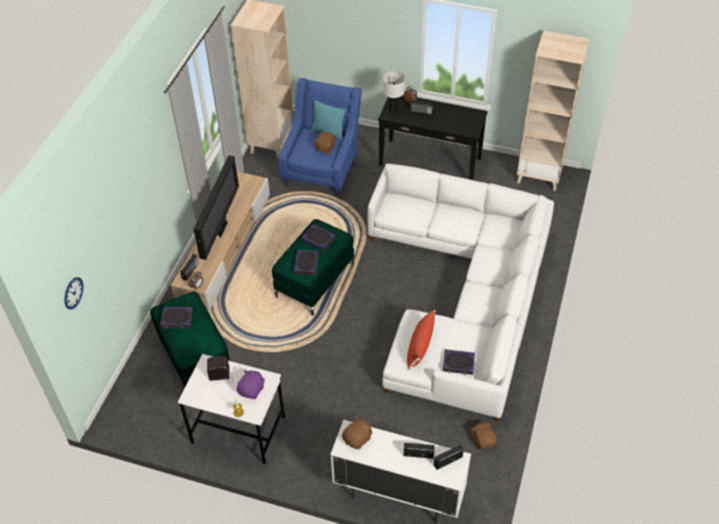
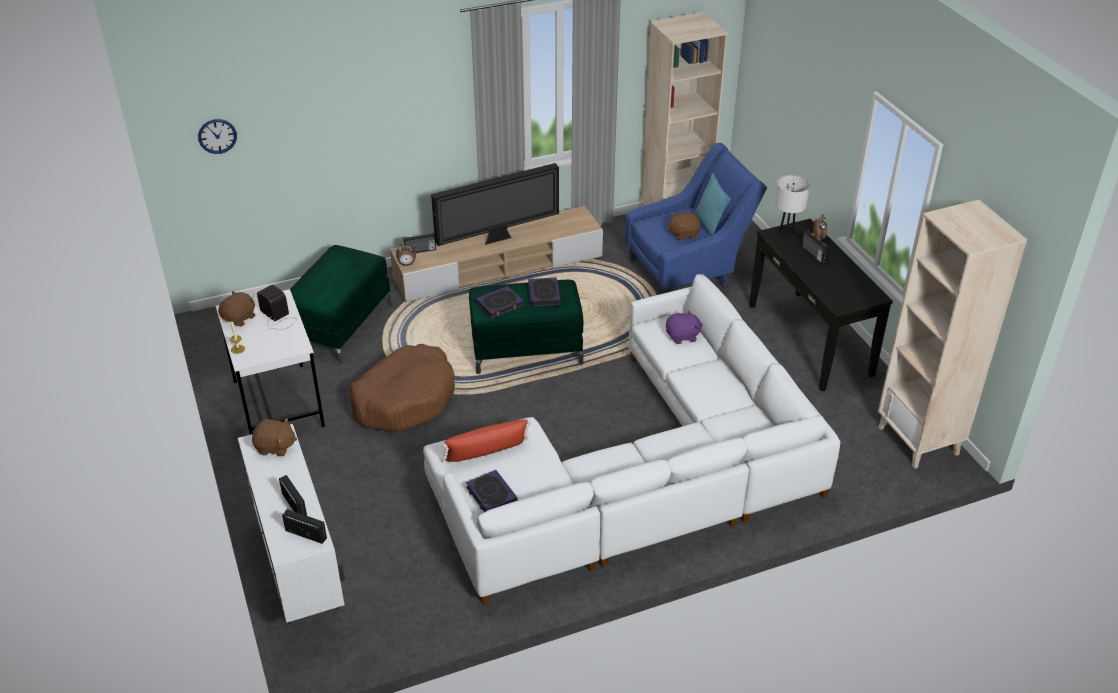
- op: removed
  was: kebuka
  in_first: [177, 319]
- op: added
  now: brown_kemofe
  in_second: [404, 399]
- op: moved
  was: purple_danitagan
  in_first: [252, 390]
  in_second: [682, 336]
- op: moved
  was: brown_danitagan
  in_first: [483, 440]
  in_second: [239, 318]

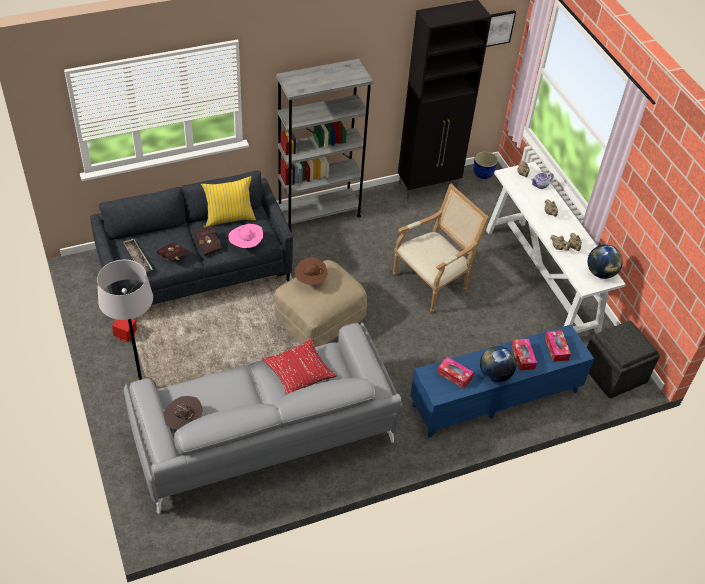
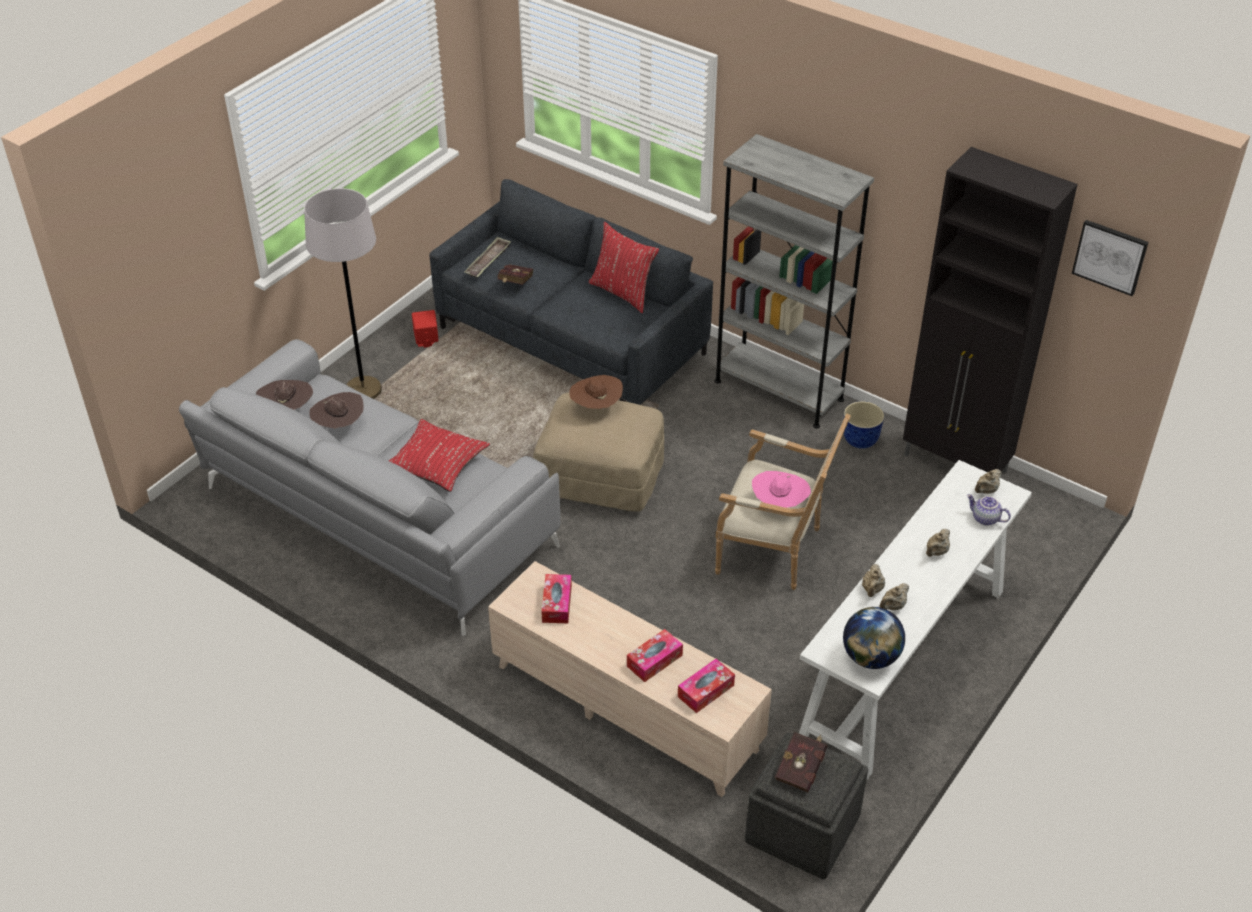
- op: removed
  was: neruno
  in_first: [495, 375]
- op: added
  now: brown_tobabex
  in_second: [339, 426]
- op: moved
  was: red_kebuka
  in_first: [208, 244]
  in_second: [801, 769]
- op: moved
  was: pink_tobabex
  in_first: [246, 245]
  in_second: [779, 504]
- op: moved
  was: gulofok
  in_first: [483, 174]
  in_second: [860, 441]
- op: recoloured
  was: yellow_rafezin
  now: red_rafezin
  in_first: [229, 218]
  in_second: [623, 292]
- op: recoloured
  was: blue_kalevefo
  now: beige_kalevefo
  in_first: [495, 398]
  in_second: [626, 708]

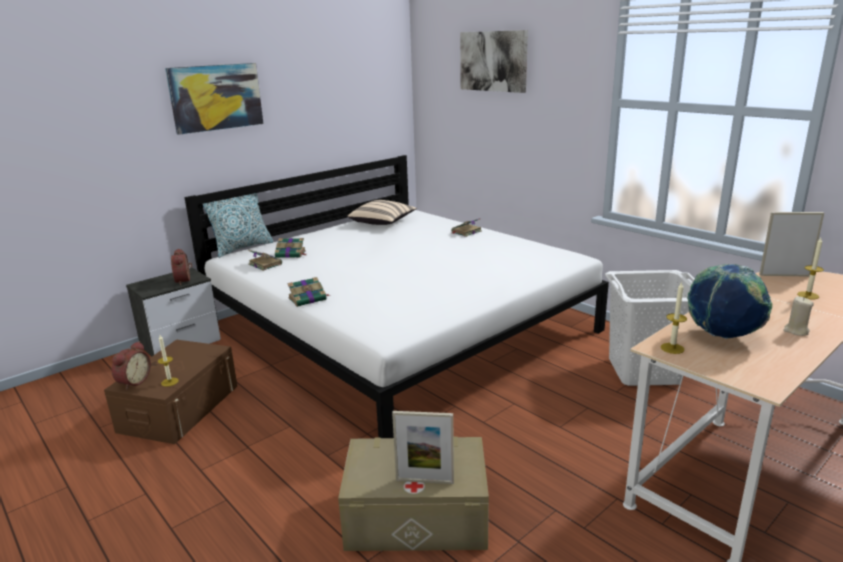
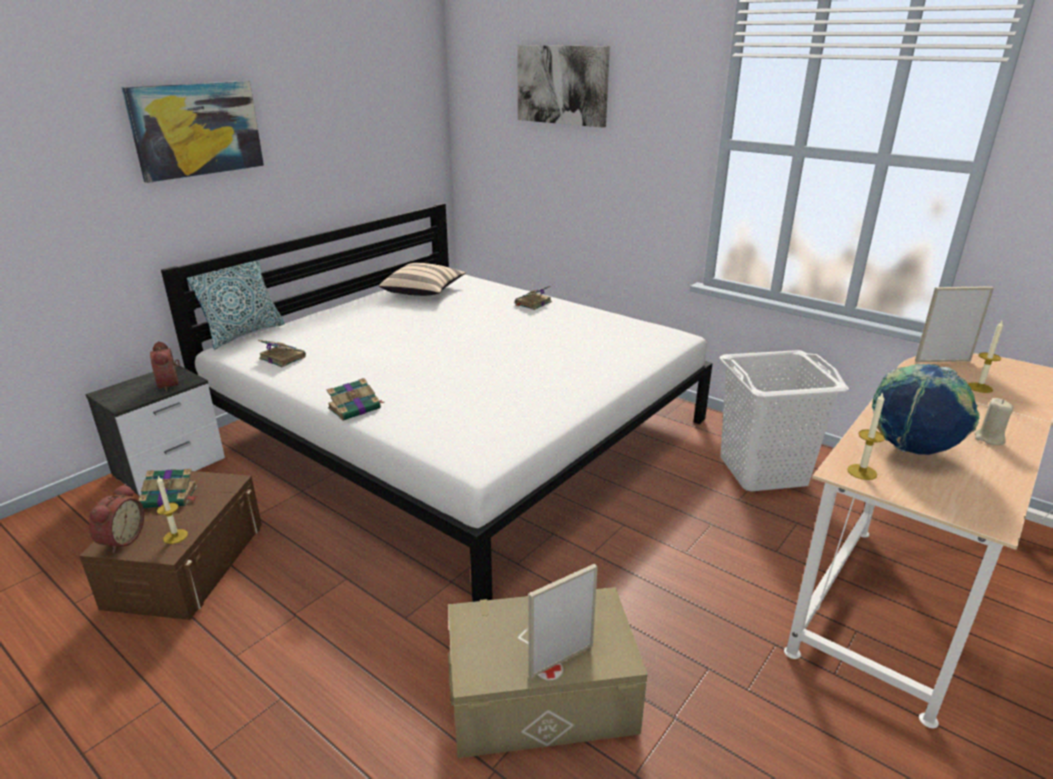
- op: moved
  was: kebuka
  in_first: [291, 254]
  in_second: [171, 497]
- op: turned
  was: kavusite
  in_first: [425, 481]
  in_second: [561, 660]
  clockwise: 150

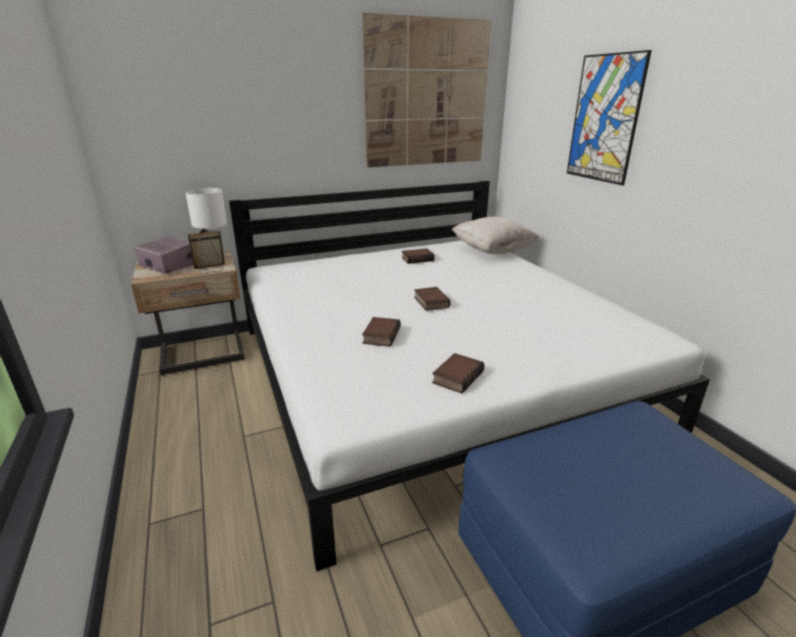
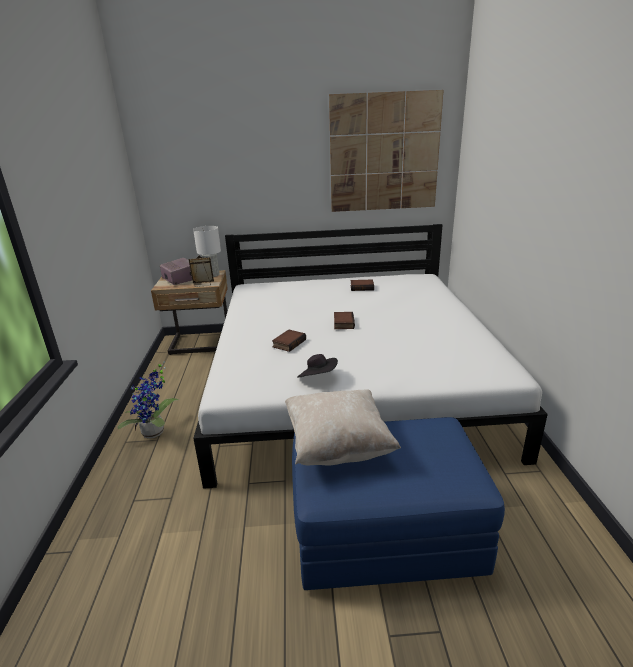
- op: removed
  was: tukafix
  in_first: [604, 119]
- op: added
  now: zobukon
  in_second: [155, 433]
- op: moved
  was: beige_rafezin
  in_first: [492, 251]
  in_second: [338, 446]
- op: replaced
  was: kebuka
  now: black_tobabex
  in_first: [457, 376]
  in_second: [318, 378]

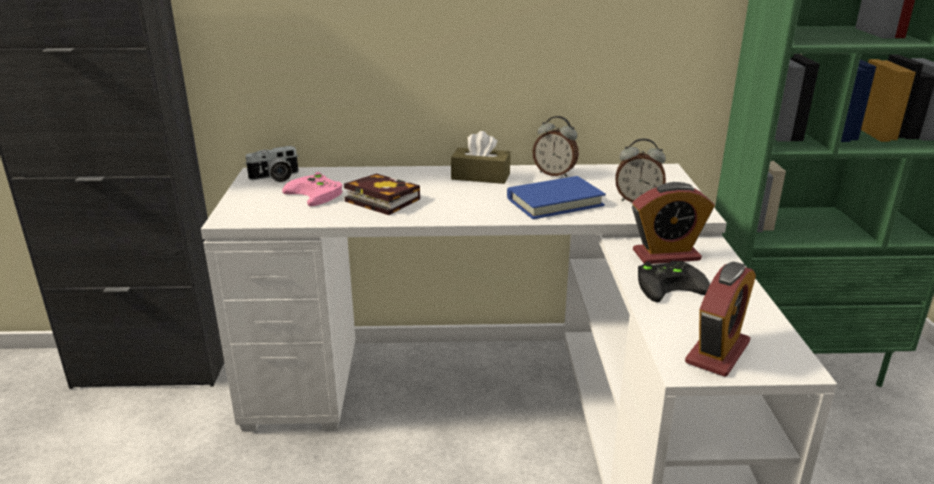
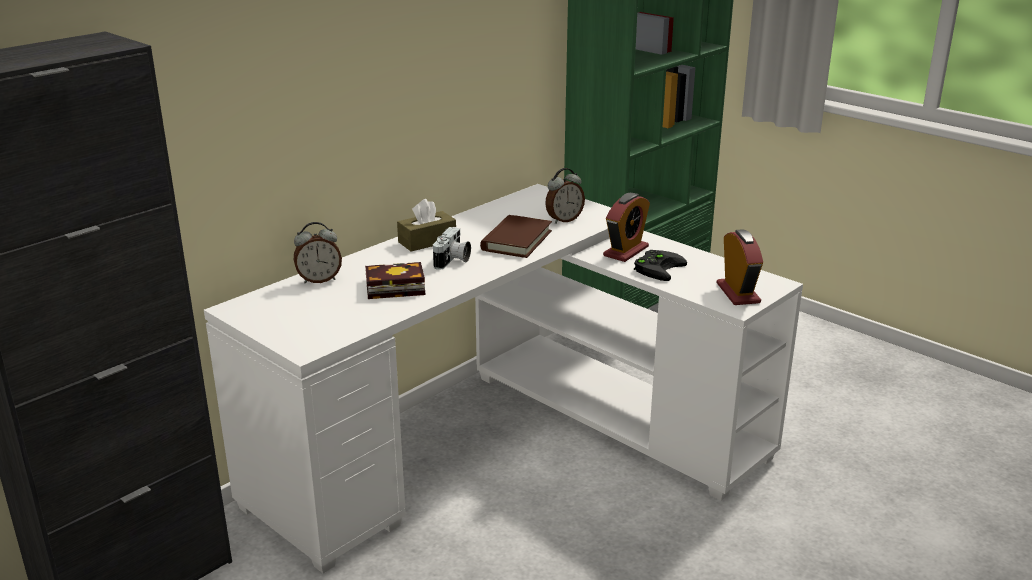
- op: removed
  was: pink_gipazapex
  in_first: [317, 194]
- op: moved
  was: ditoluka
  in_first: [275, 178]
  in_second: [453, 261]
- op: moved
  was: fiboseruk
  in_first: [554, 173]
  in_second: [319, 280]
- op: recoloured
  was: blue_kebuka
  now: brown_kebuka
  in_first: [555, 202]
  in_second: [516, 240]

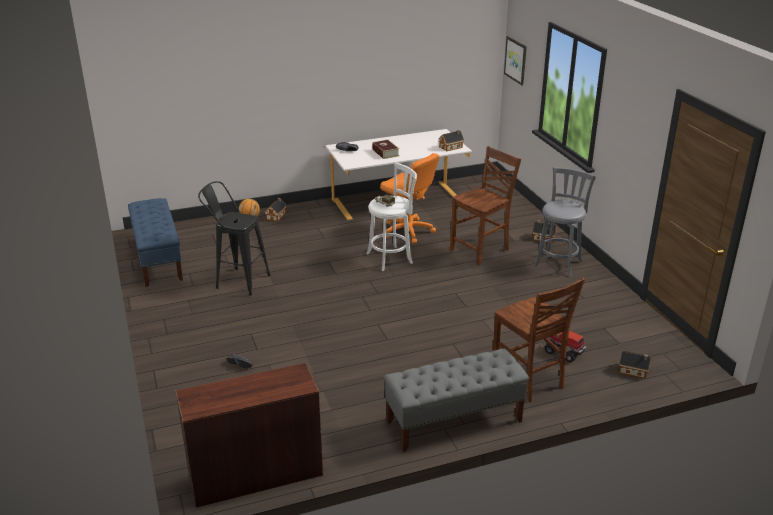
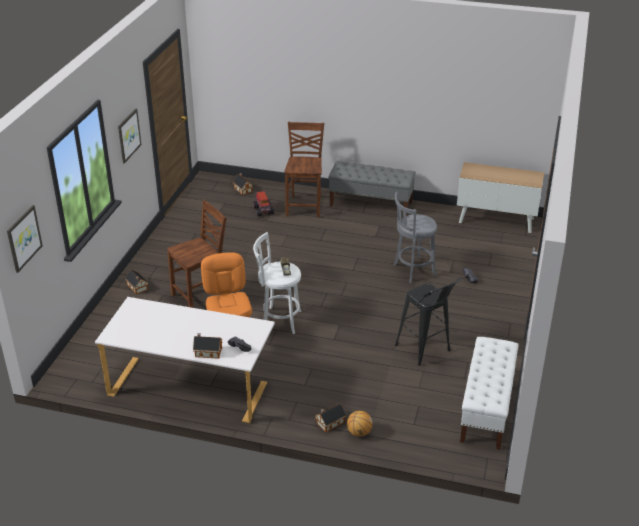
- op: removed
  was: kebuka
  in_first: [385, 153]
- op: added
  now: tukafix
  in_second: [128, 135]
- op: moved
  was: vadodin
  in_first: [451, 147]
  in_second: [207, 352]
- op: moved
  was: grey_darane
  in_first: [559, 262]
  in_second: [412, 270]
- op: replaced
  was: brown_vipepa
  now: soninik
  in_first: [255, 474]
  in_second: [496, 220]
- op: recoloured
  was: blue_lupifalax
  now: white_lupifalax
  in_first: [158, 260]
  in_second: [486, 409]
- op: turned
  was: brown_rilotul
  in_first: [481, 250]
  in_second: [201, 297]
  clockwise: 150

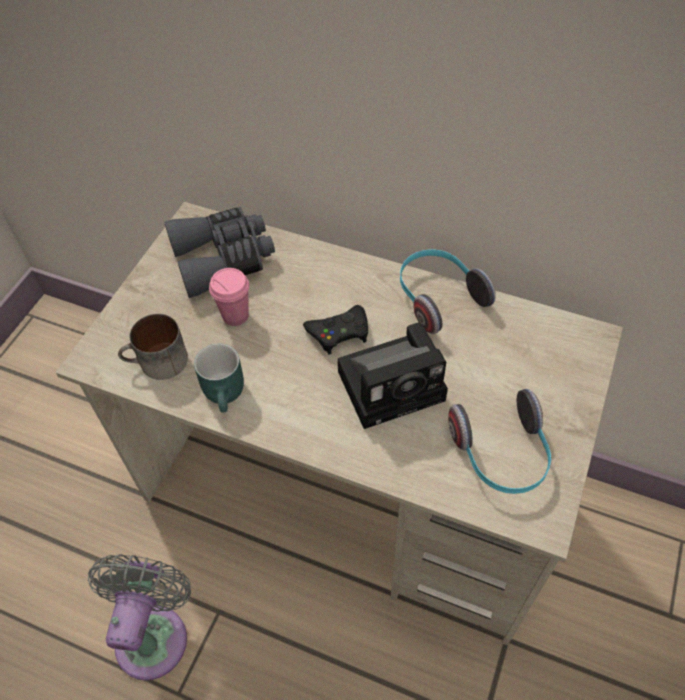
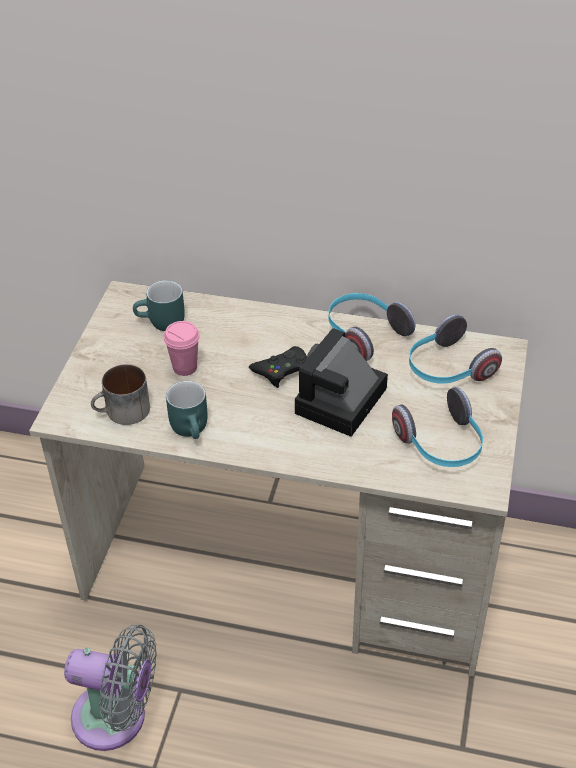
- op: added
  now: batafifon
  in_second: [447, 369]
- op: replaced
  was: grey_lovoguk
  now: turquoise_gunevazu
  in_first: [223, 259]
  in_second: [162, 323]
- op: turned
  was: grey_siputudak
  in_first: [154, 633]
  in_second: [116, 718]
  clockwise: 105
- op: turned
  was: ditoluka
  in_first: [394, 383]
  in_second: [340, 404]
  clockwise: 150

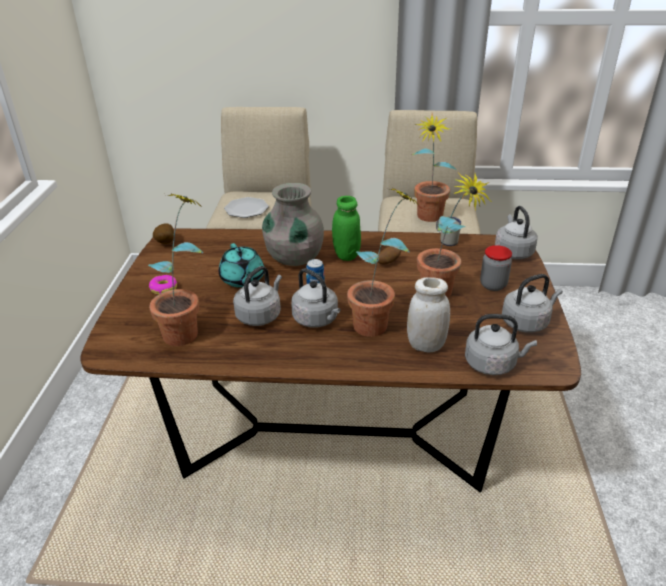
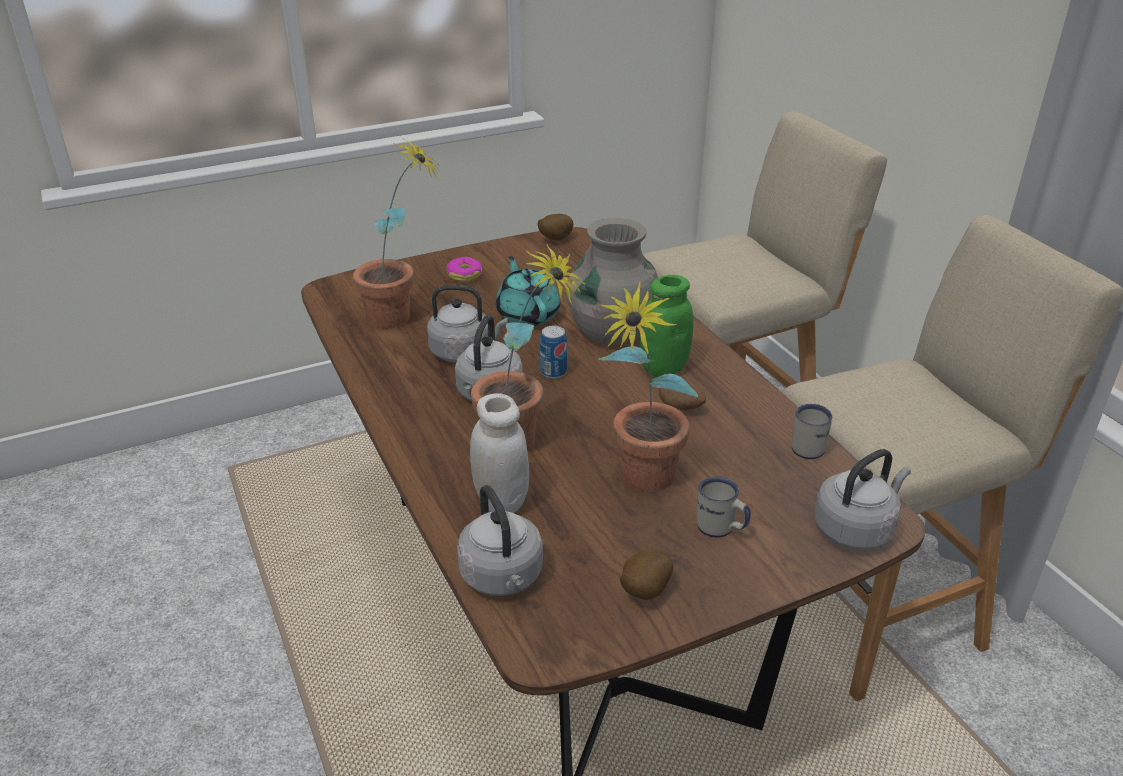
- op: removed
  was: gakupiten
  in_first: [246, 209]
- op: removed
  was: zobukon
  in_first: [427, 219]
- op: replaced
  was: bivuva
  now: white_gunevazu
  in_first: [493, 285]
  in_second: [720, 529]
- op: replaced
  was: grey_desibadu
  now: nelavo
  in_first: [526, 322]
  in_second: [643, 592]
- op: turned
  was: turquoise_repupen
  in_first: [242, 279]
  in_second: [528, 314]
  clockwise: 120

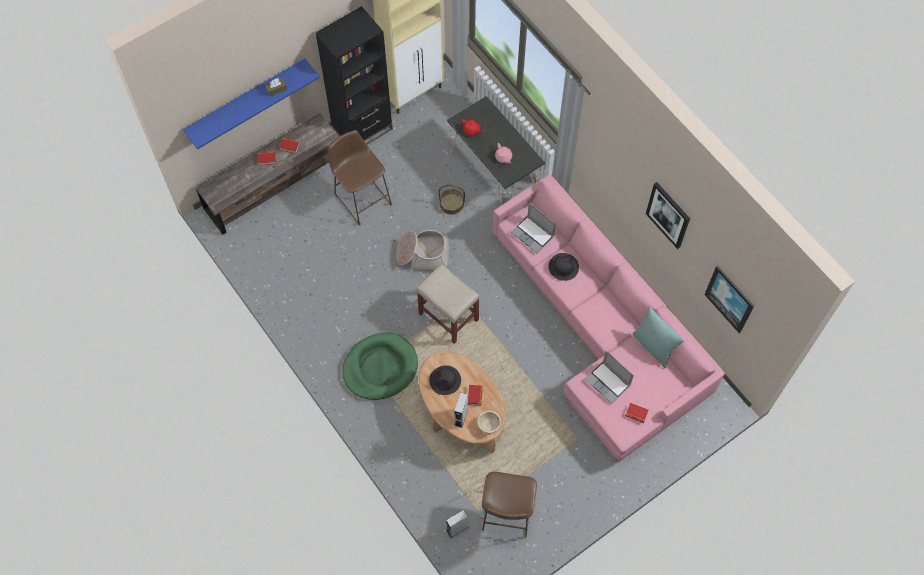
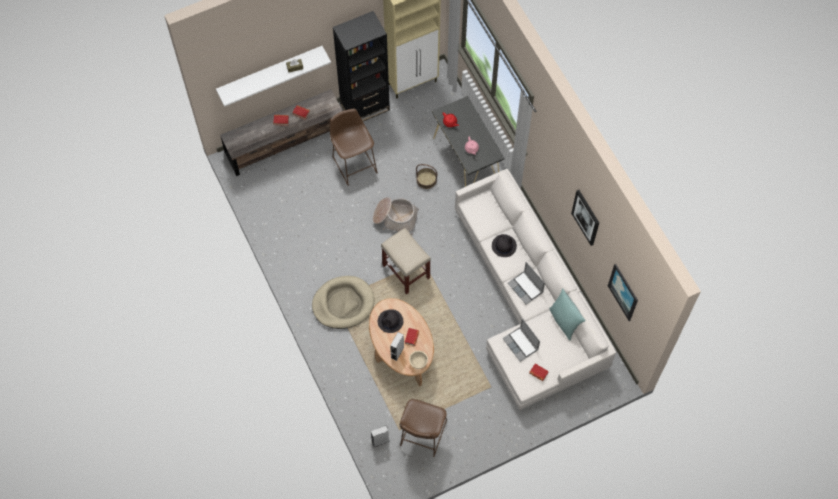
- op: moved
  was: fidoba
  in_first: [533, 234]
  in_second: [526, 288]
- op: recoloured
  was: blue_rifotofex
  now: white_rifotofex
  in_first: [246, 100]
  in_second: [270, 72]
- op: recoloured
  was: green_kemofe
  now: beige_kemofe
  in_first: [380, 367]
  in_second: [343, 303]
- op: recoloured
  was: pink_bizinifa
  now: white_bizinifa
  in_first: [601, 331]
  in_second: [528, 303]

